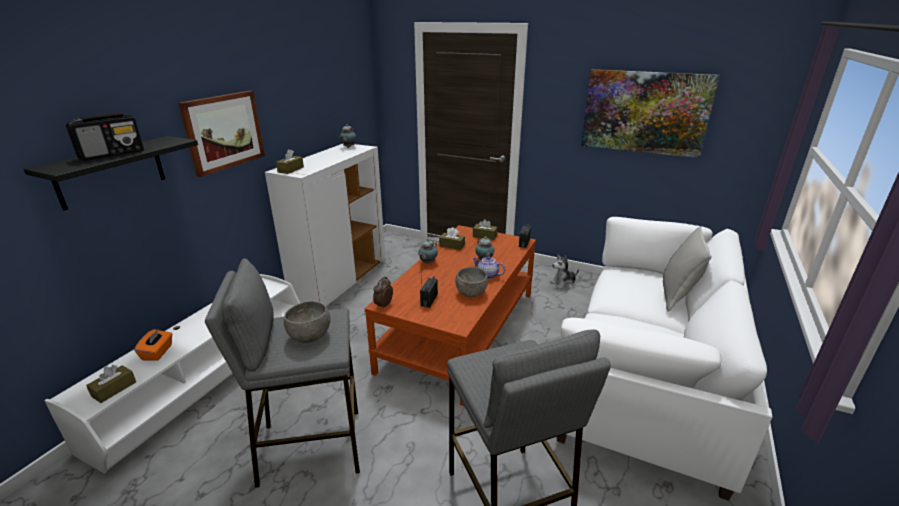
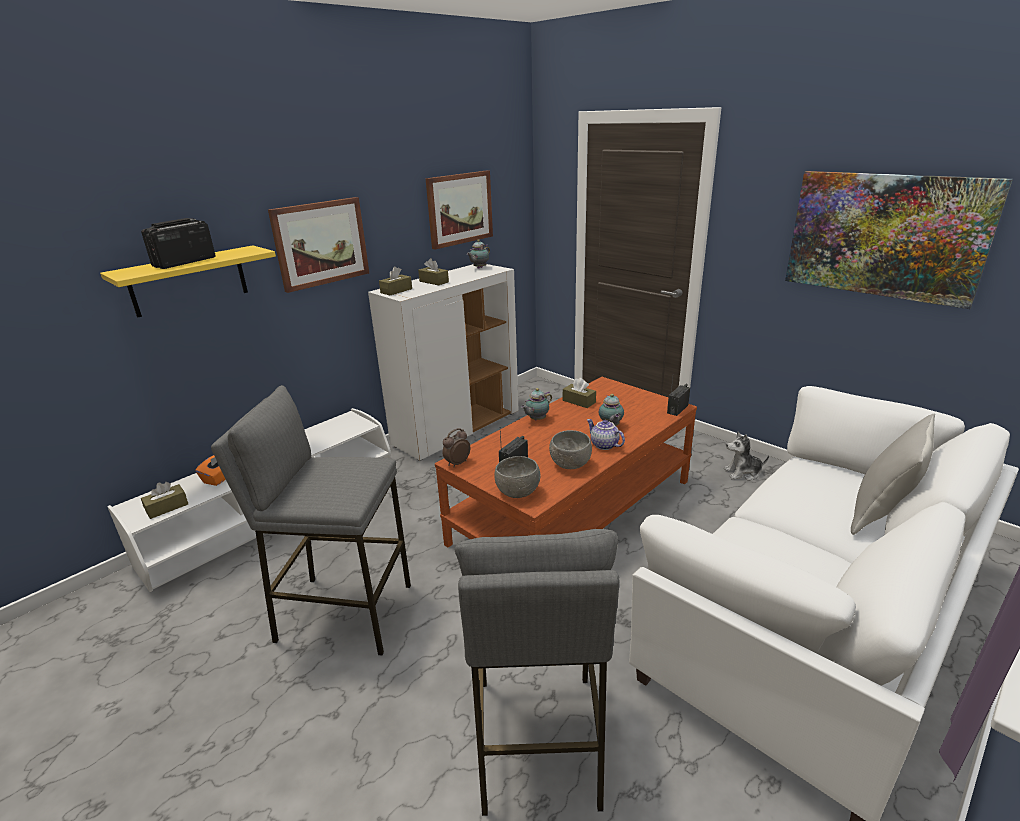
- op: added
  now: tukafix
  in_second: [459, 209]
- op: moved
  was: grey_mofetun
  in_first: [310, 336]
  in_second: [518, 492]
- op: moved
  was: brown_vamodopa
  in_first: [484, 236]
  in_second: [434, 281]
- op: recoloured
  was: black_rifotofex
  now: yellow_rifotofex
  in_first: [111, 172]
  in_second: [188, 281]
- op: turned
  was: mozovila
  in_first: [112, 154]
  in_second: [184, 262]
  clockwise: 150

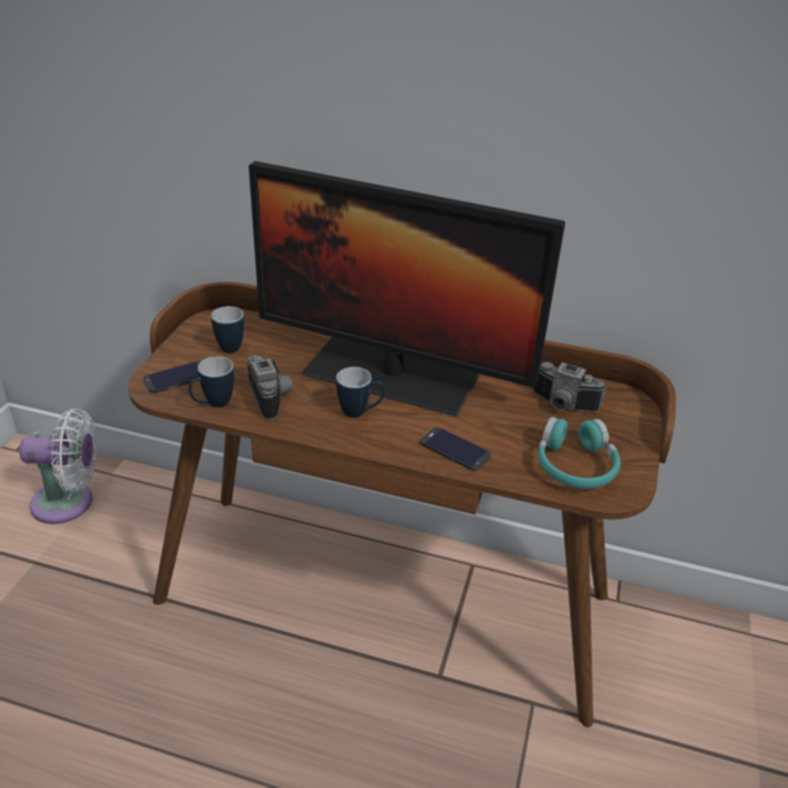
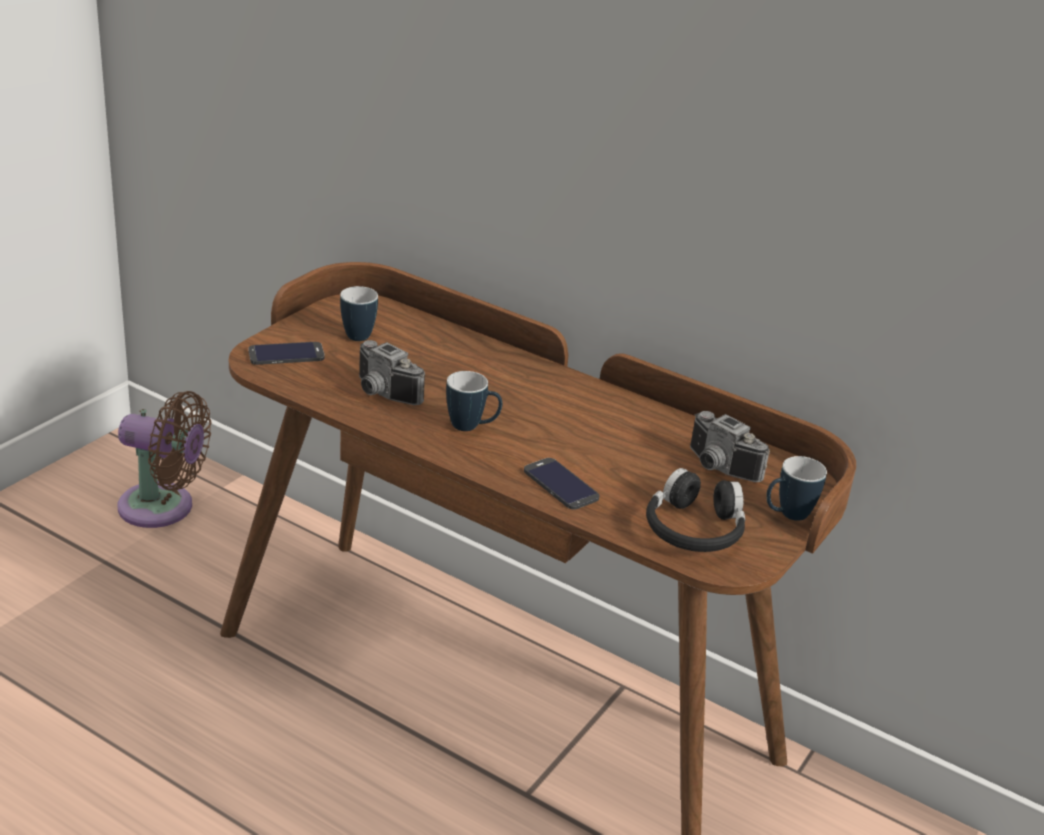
- op: removed
  was: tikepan
  in_first: [391, 375]
- op: moved
  was: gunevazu
  in_first: [213, 404]
  in_second: [787, 515]
- op: recoloured
  was: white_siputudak
  now: brown_siputudak
  in_first: [69, 503]
  in_second: [163, 508]
- op: recoloured
  was: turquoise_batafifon
  now: black_batafifon
  in_first: [575, 465]
  in_second: [694, 529]
- op: turned
  was: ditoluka
  in_first: [273, 398]
  in_second: [381, 394]
  clockwise: 135

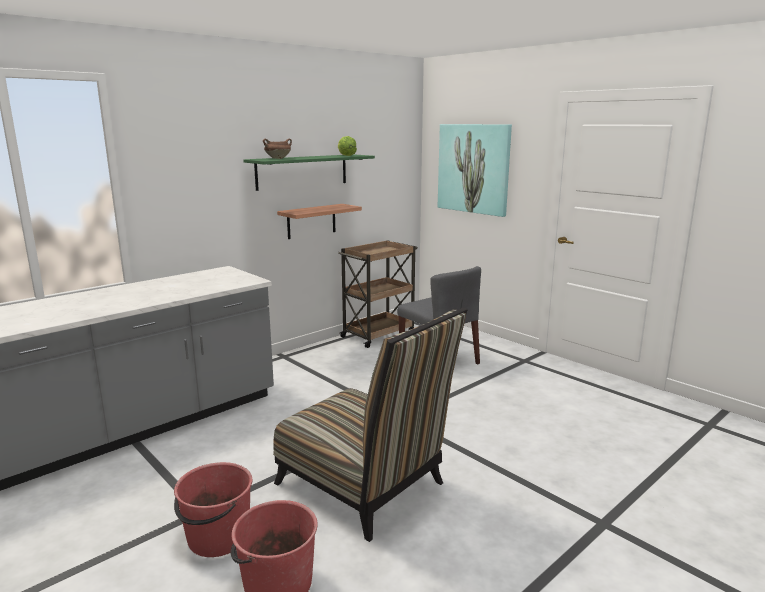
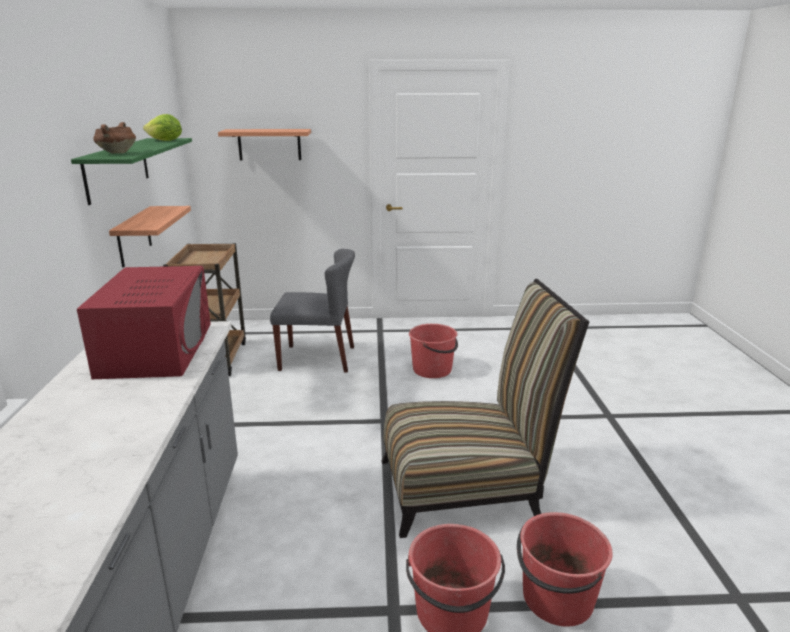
- op: added
  now: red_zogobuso
  in_second: [157, 349]
- op: added
  now: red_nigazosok
  in_second: [433, 370]
- op: replaced
  was: tukafix
  now: rifotofex
  in_first: [474, 168]
  in_second: [269, 144]

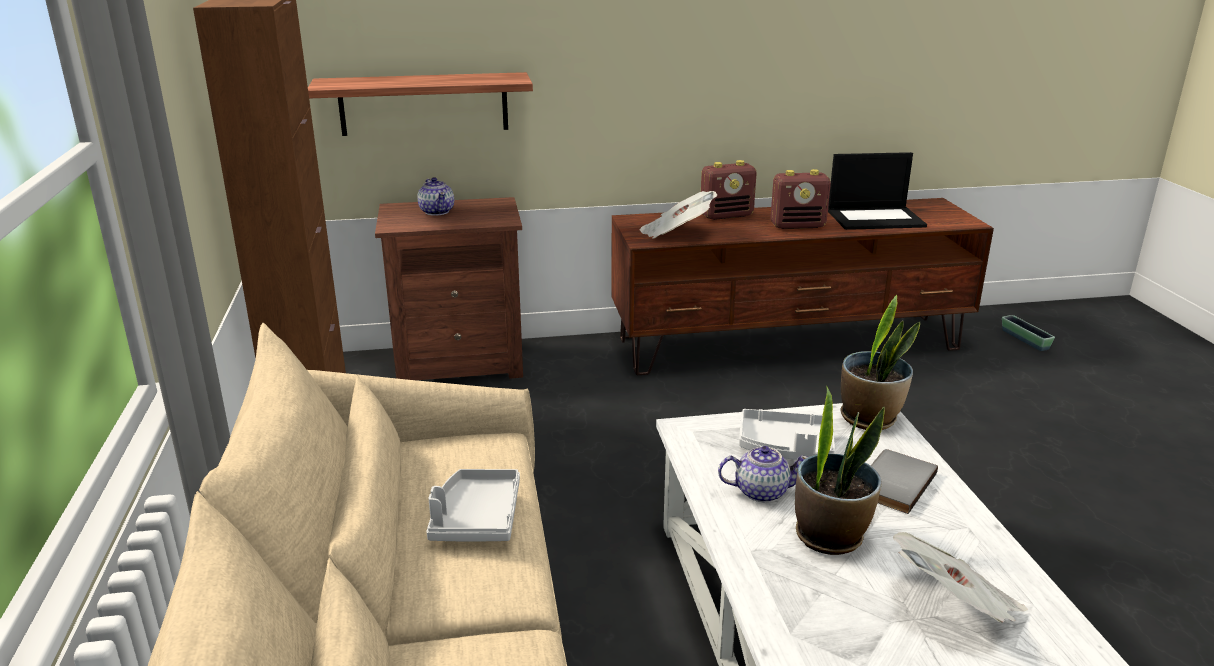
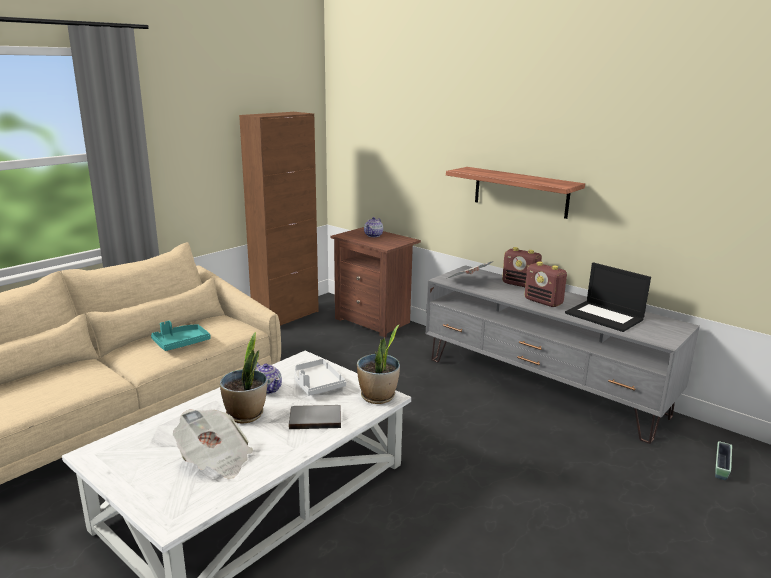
- op: moved
  was: rifotofex
  in_first: [424, 104]
  in_second: [520, 192]
- op: recoloured
  was: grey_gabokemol
  now: turquoise_gabokemol
  in_first: [476, 518]
  in_second: [181, 343]
- op: recoloured
  was: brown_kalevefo
  now: grey_kalevefo
  in_first: [789, 343]
  in_second: [543, 386]

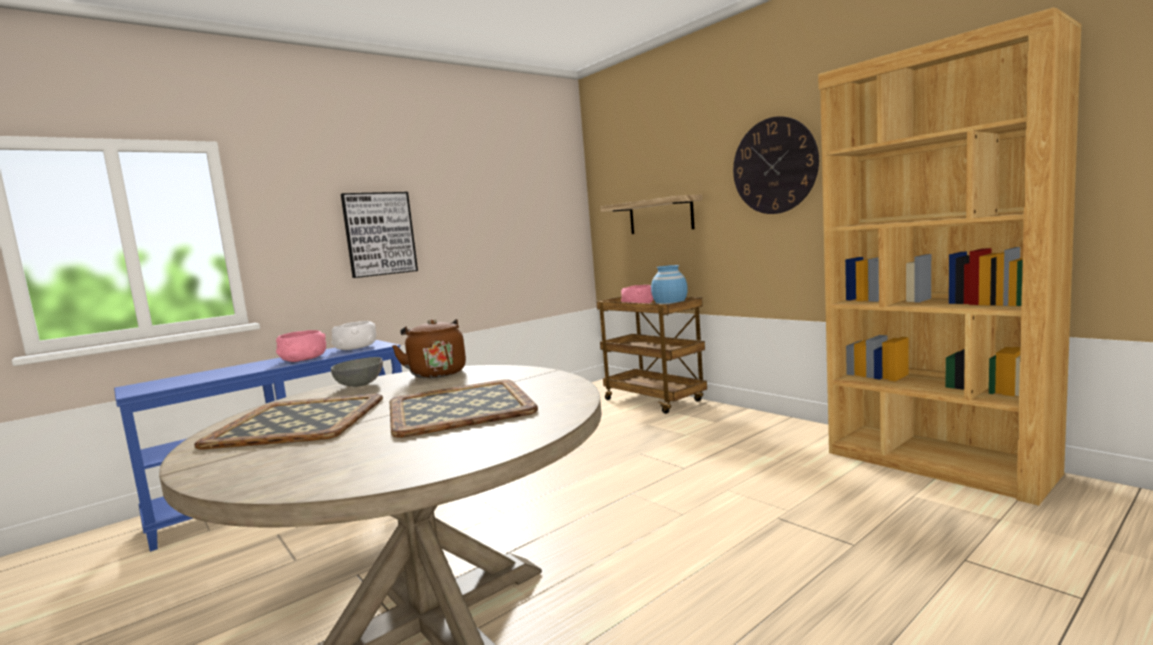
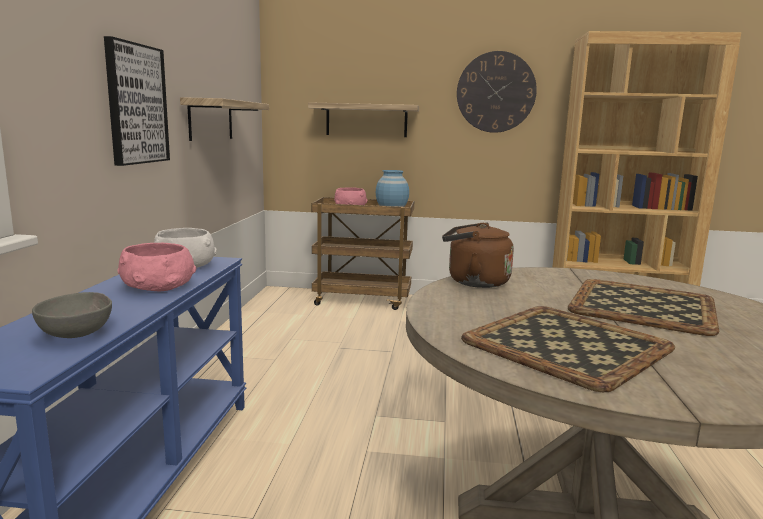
- op: added
  now: rifotofex
  in_second: [211, 120]
- op: moved
  was: grey_mofetun
  in_first: [361, 385]
  in_second: [78, 334]

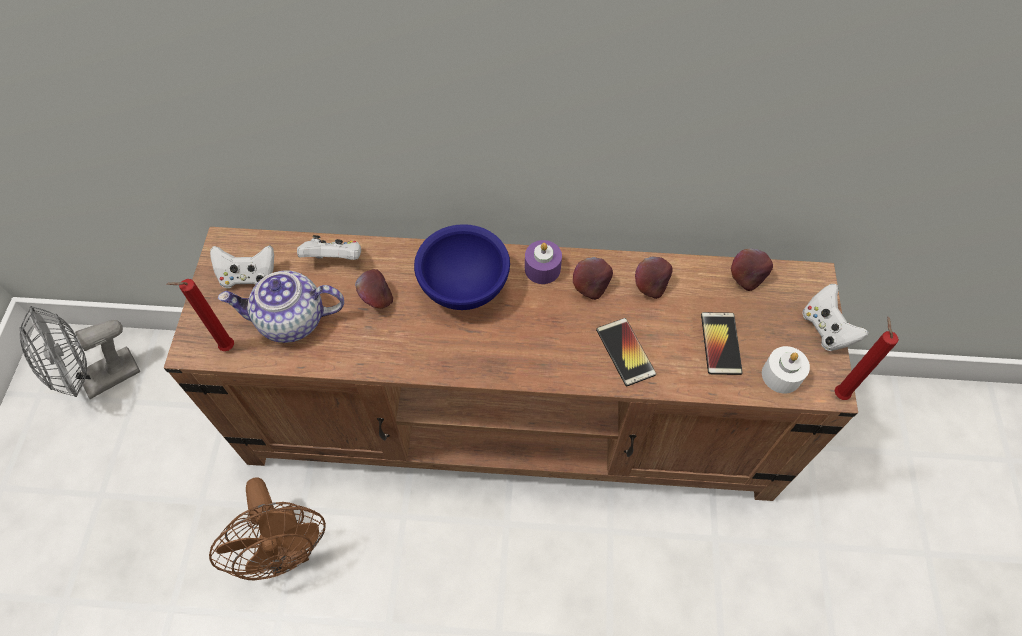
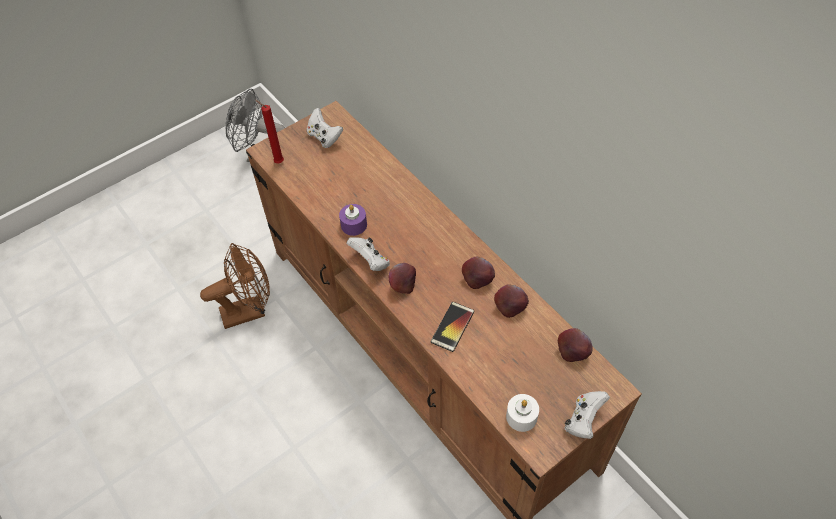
- op: removed
  was: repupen
  in_first: [291, 321]
- op: removed
  was: blue_mofetun
  in_first: [463, 286]
- op: removed
  was: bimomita
  in_first: [720, 343]
- op: removed
  was: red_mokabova
  in_first: [839, 392]
- op: moved
  was: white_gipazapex
  in_first: [335, 259]
  in_second: [370, 261]
- op: moved
  was: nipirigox
  in_first: [376, 300]
  in_second: [403, 285]
- op: moved
  was: purple_mokabova
  in_first: [542, 268]
  in_second: [354, 225]
- op: turned
  was: brown_siputudak
  in_first: [288, 550]
  in_second: [249, 310]
  clockwise: -135

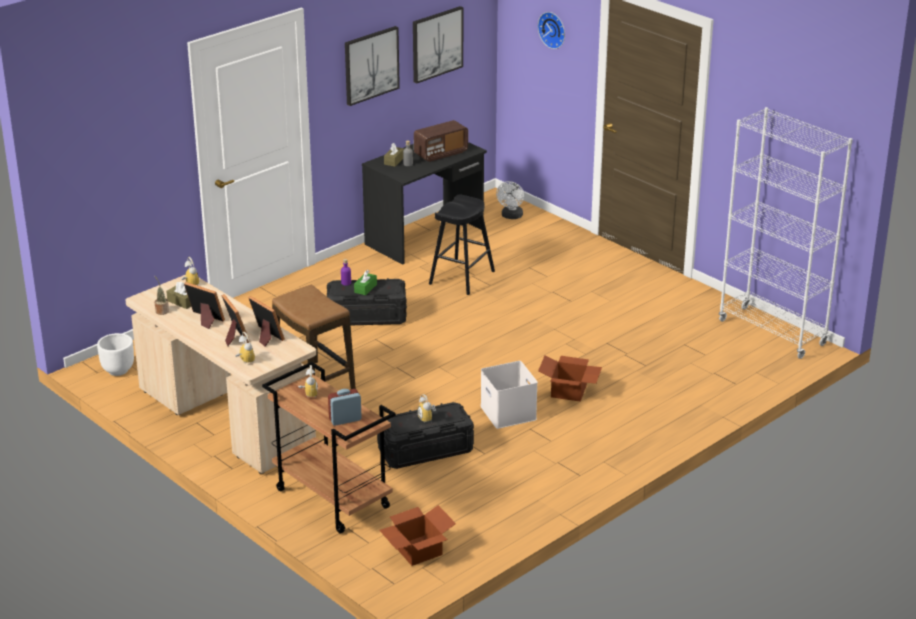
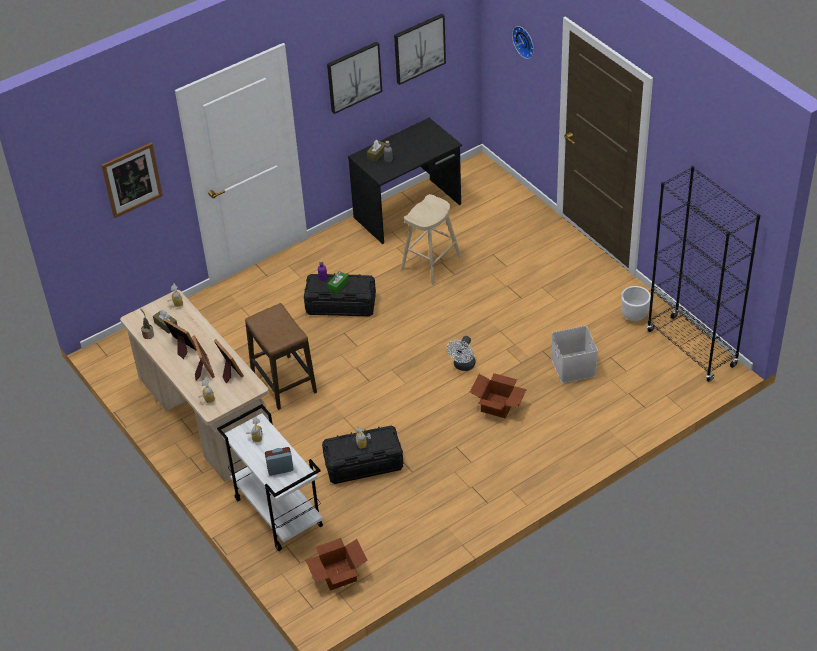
- op: removed
  was: mozovila
  in_first: [440, 153]
- op: added
  now: tukafix
  in_second: [132, 180]
- op: moved
  was: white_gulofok
  in_first: [118, 370]
  in_second: [634, 315]
- op: moved
  was: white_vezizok
  in_first: [509, 413]
  in_second: [574, 367]
- op: moved
  was: white_siputudak
  in_first: [511, 216]
  in_second: [463, 366]
- op: recoloured
  was: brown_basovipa
  now: white_basovipa
  in_first: [331, 498]
  in_second: [277, 512]
- op: recoloured
  was: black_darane
  now: beige_darane
  in_first: [462, 277]
  in_second: [431, 263]
- op: recoloured
  was: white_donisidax
  now: black_donisidax
  in_first: [772, 333]
  in_second: [691, 348]

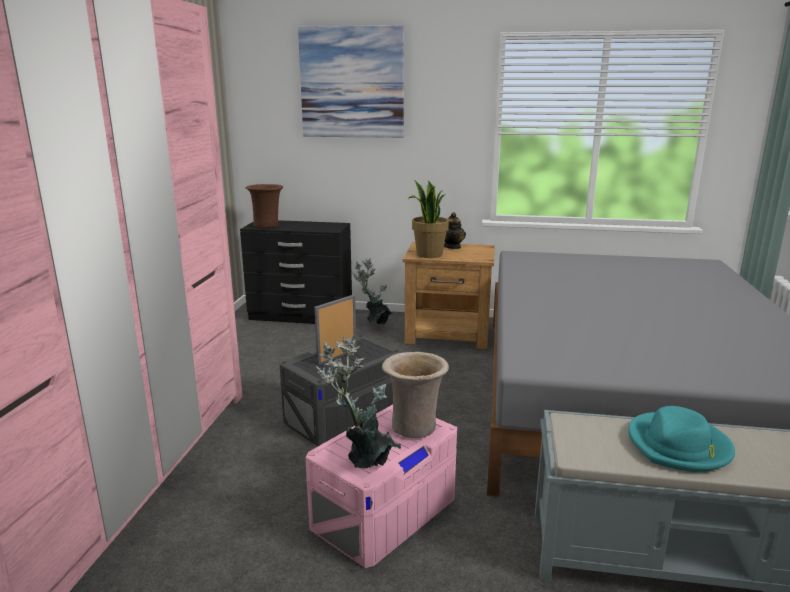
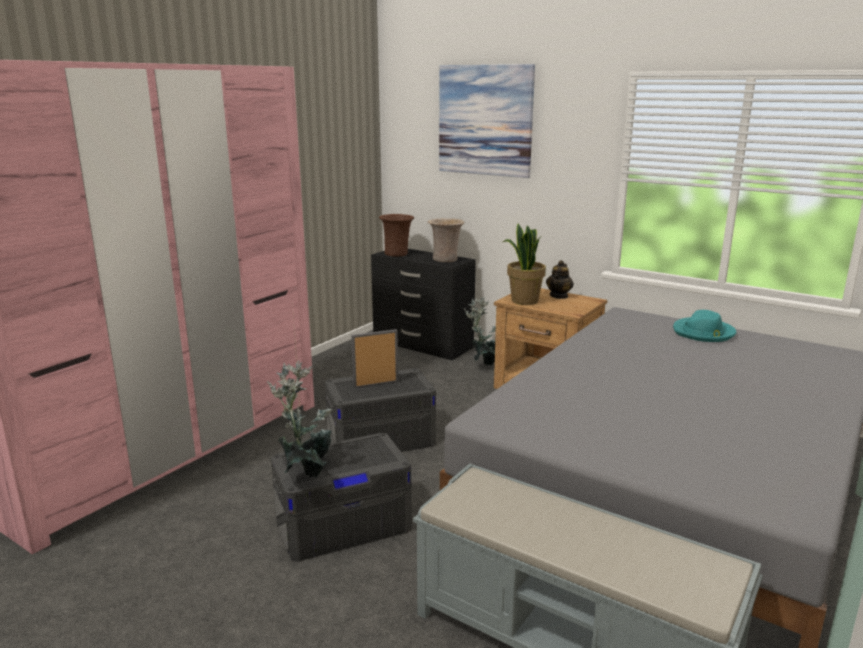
- op: moved
  was: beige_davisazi
  in_first: [414, 426]
  in_second: [445, 259]
- op: moved
  was: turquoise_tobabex
  in_first: [679, 446]
  in_second: [703, 333]
- op: recoloured
  was: pink_vezizok
  now: grey_vezizok
  in_first: [384, 511]
  in_second: [343, 524]

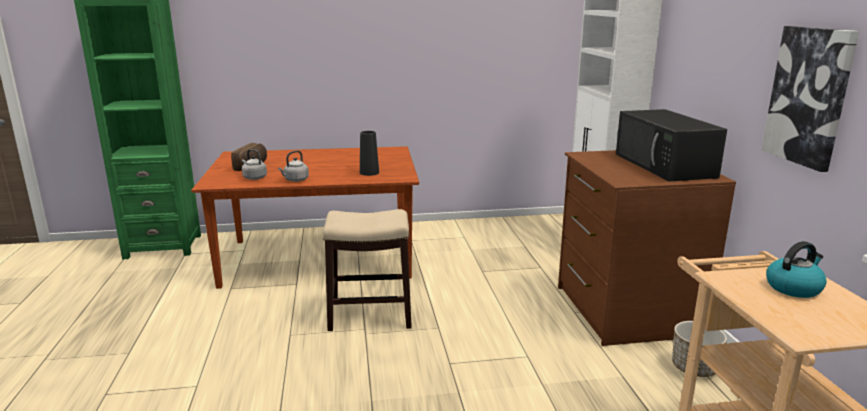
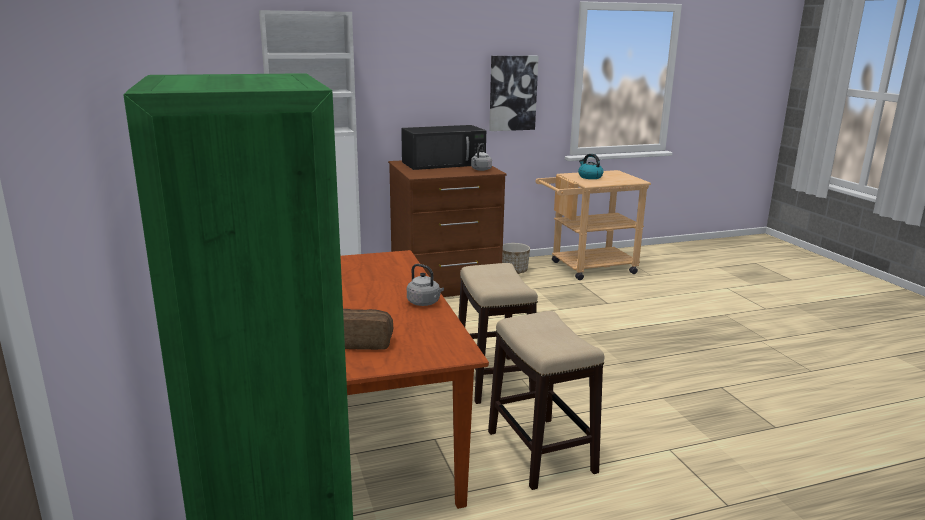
- op: removed
  was: black_davisazi
  in_first: [369, 172]
- op: added
  now: darane
  in_second: [541, 452]
- op: moved
  was: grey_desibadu
  in_first: [254, 178]
  in_second: [480, 169]

